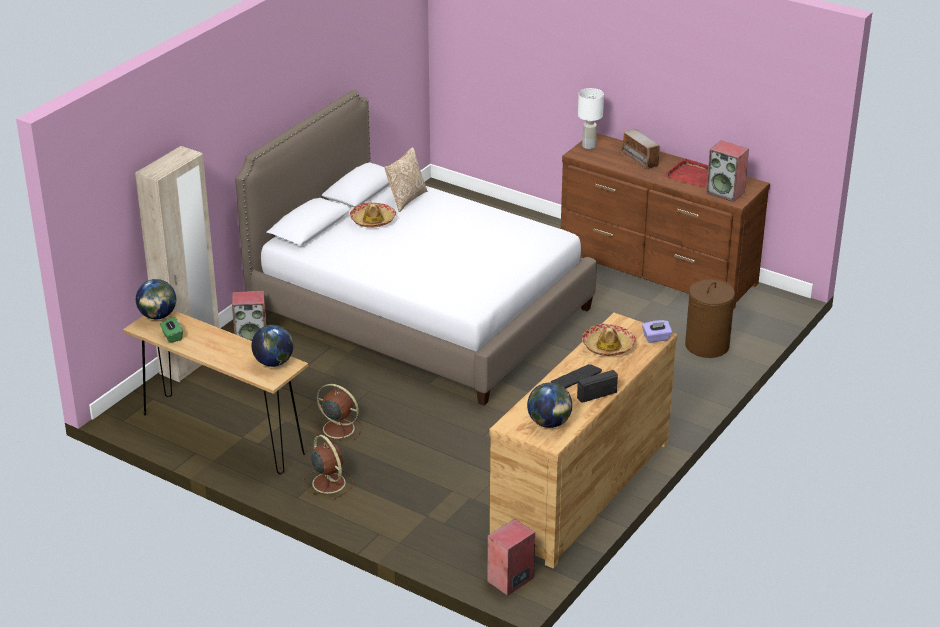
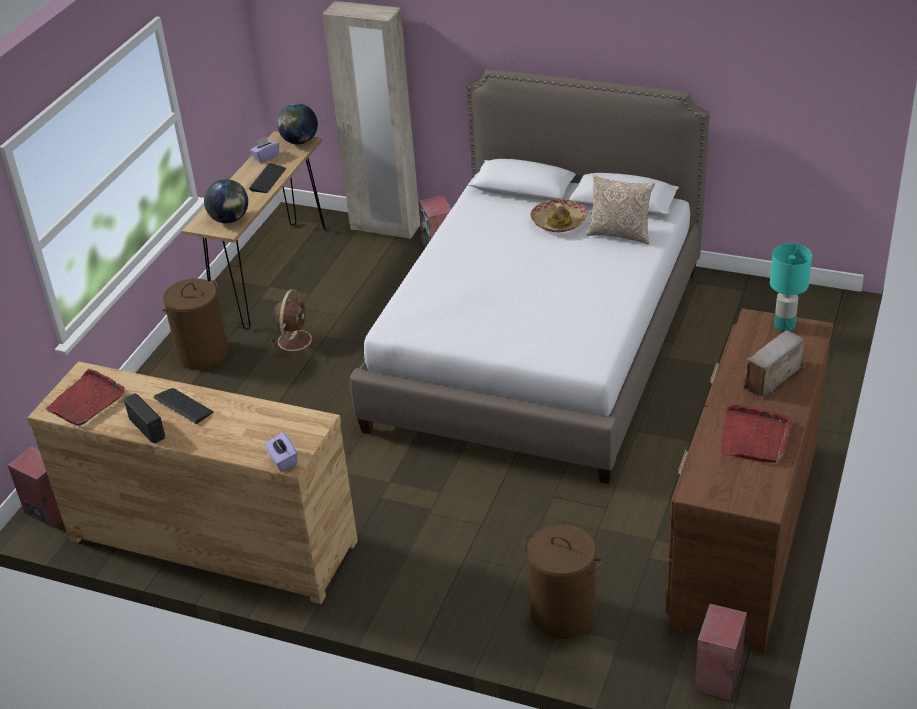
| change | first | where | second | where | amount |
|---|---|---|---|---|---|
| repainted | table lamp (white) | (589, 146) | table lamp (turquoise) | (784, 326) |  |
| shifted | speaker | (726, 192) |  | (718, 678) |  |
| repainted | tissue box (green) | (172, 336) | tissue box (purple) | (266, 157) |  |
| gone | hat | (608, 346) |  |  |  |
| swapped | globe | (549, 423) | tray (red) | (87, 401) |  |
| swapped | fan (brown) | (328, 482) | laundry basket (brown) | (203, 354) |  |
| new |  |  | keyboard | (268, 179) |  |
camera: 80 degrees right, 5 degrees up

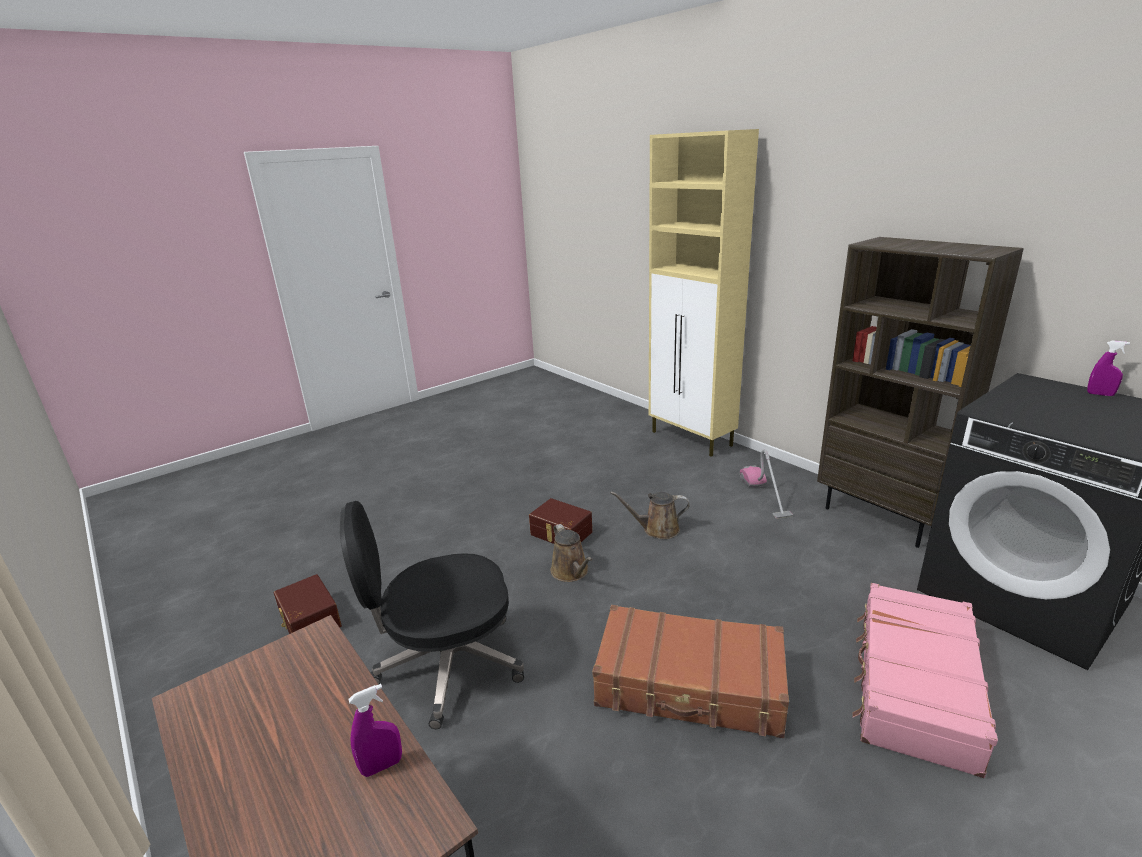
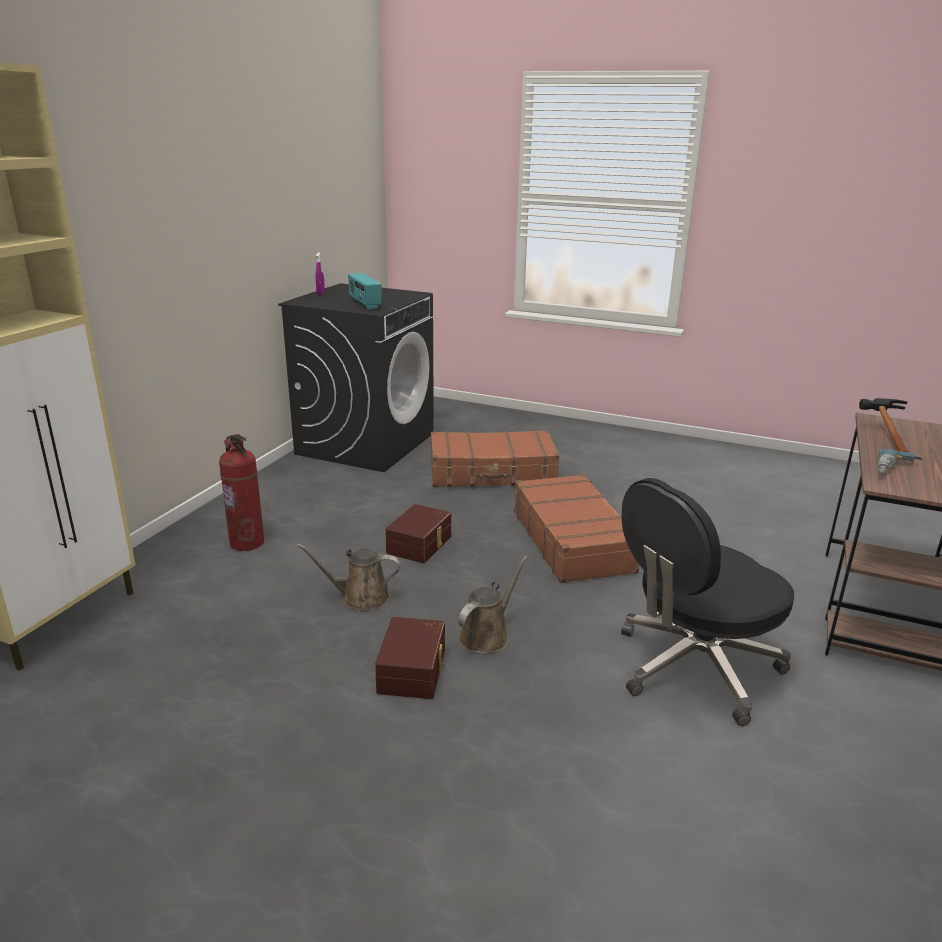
| change | first | where | second | where | amount |
|---|---|---|---|---|---|
| gone | bookcase (brown) | (882, 518) |  |  |  |
| swapped | vacuum cleaner | (764, 495) | fire extinguisher | (247, 543) |  |
| rotated | watering can (brown) | (657, 529) |  | (360, 598) | 120 degrees clockwise |
| rotated | office chair (black) | (447, 665) |  | (694, 668) | 105 degrees clockwise |
| shifted | storage box (brown) | (308, 620) |  | (421, 545) |  |
| repainted | suitcase (pink) | (913, 686) | suitcase (brown) | (492, 473) |  |
| swapped | spray bottle (purple) | (382, 766) | hammer | (882, 435) |  |
| new |  |  | radio | (364, 304) |  |
| new |  |  | power drill | (896, 471) |  |
camera: 120 degrees left, 0 degrees up

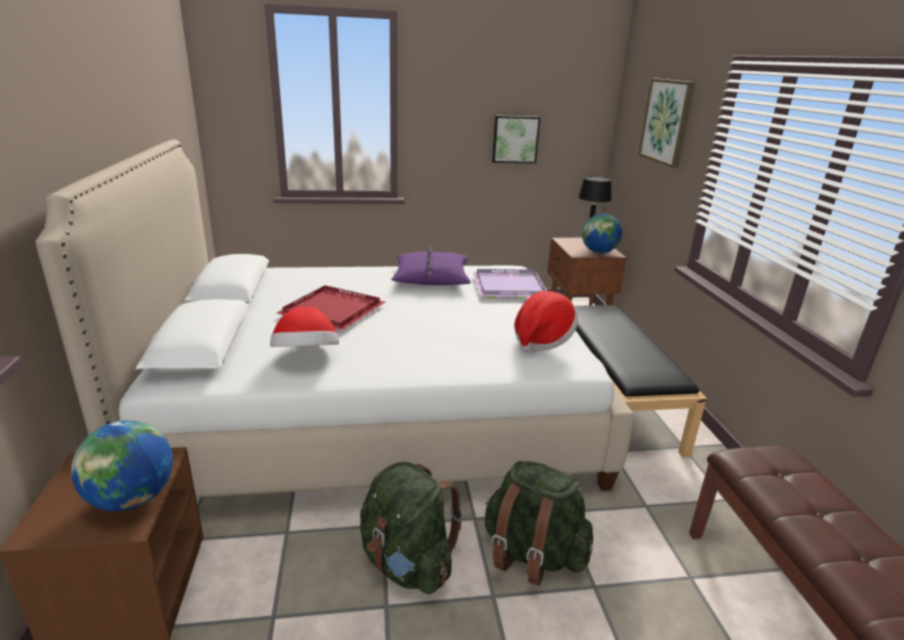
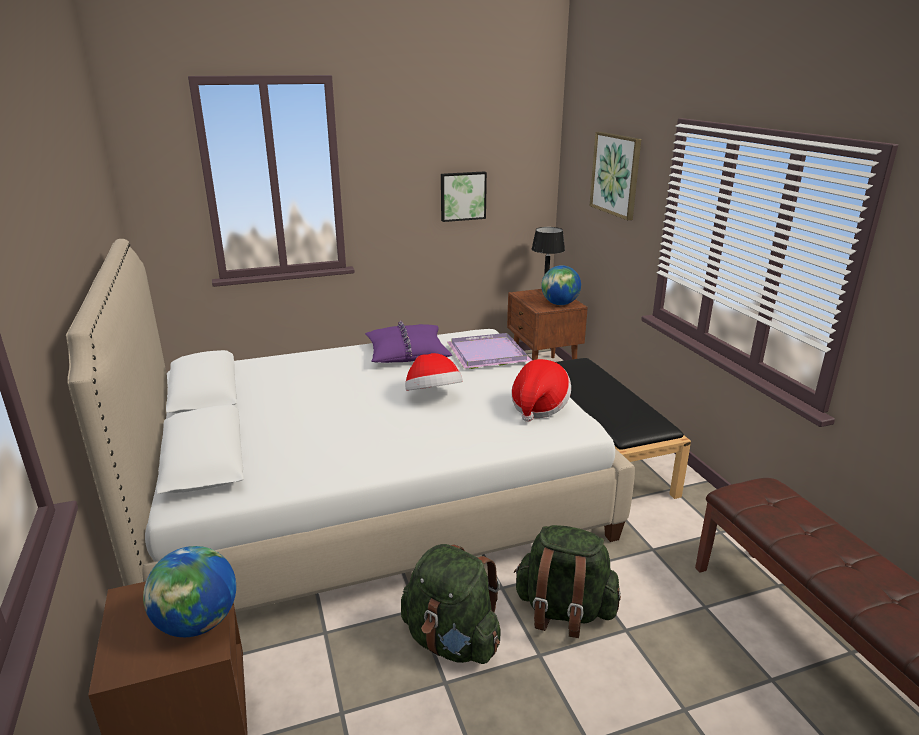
| change | first | where | second | where | amount |
|---|---|---|---|---|---|
| gone | tray (red) | (334, 310) |  |  |  |
| shifted | hat | (306, 357) |  | (433, 396) |  |
camera: 10 degrees left, 0 degrees up

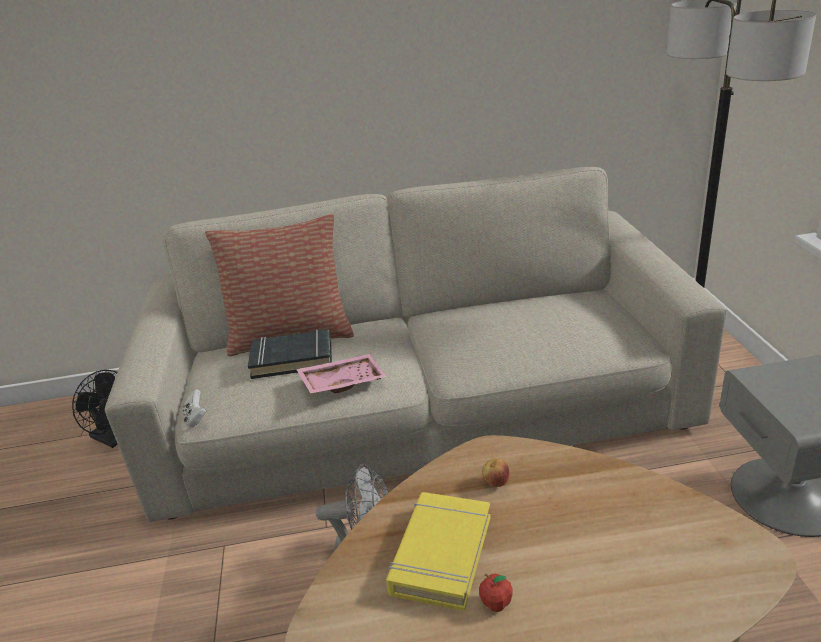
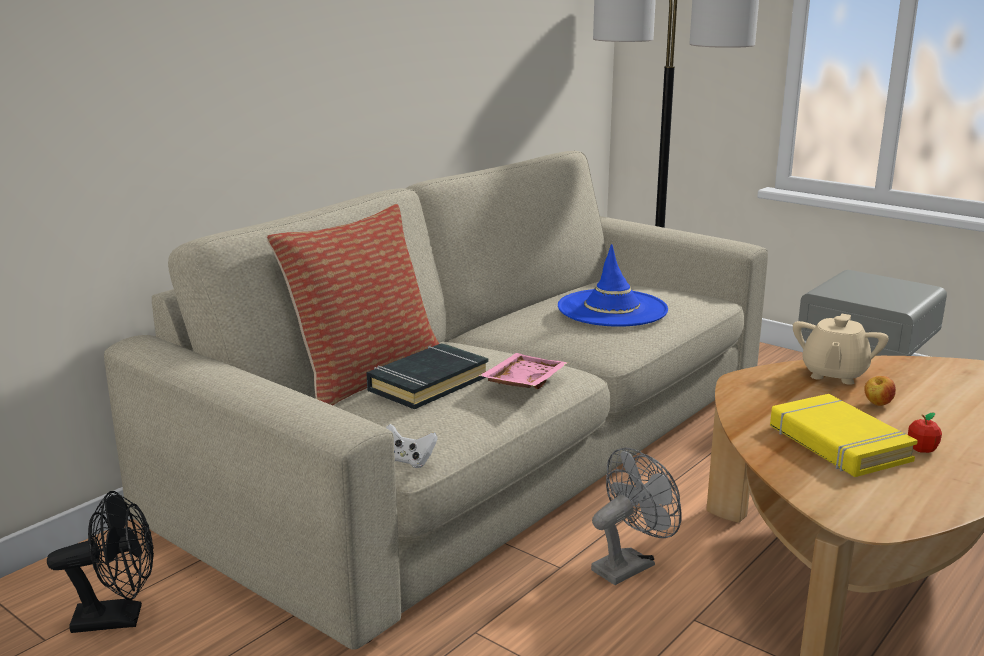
| change | first | where | second | where | amount |
|---|---|---|---|---|---|
| shifted | apple | (496, 483) |  | (877, 404) |  |
| new |  |  | hat (blue) | (612, 309) |  |
| new |  |  | teapot (beige) | (833, 374) |  |
camera: 45 degrees left, 10 degrees down

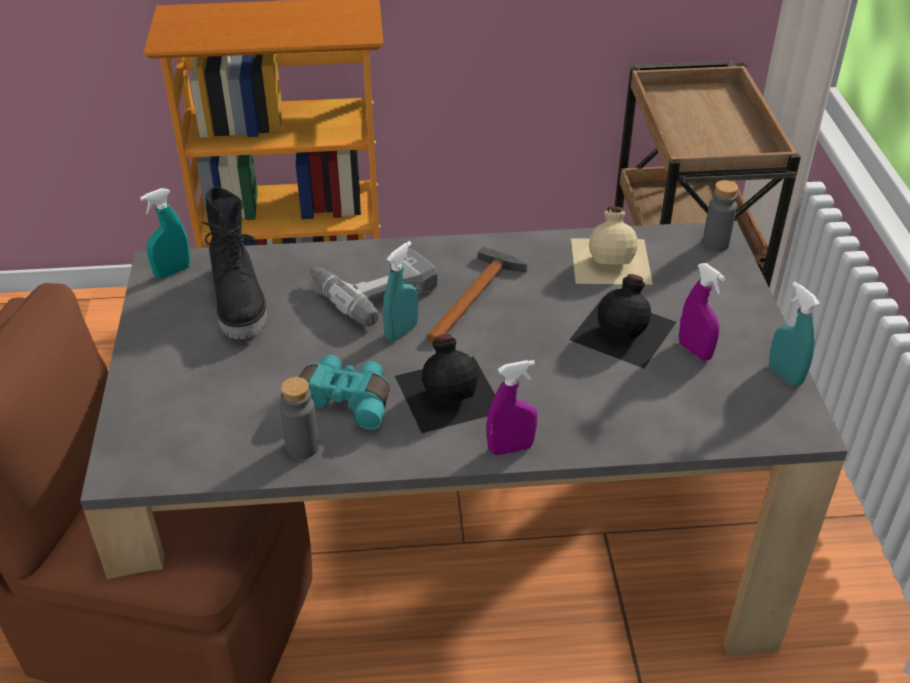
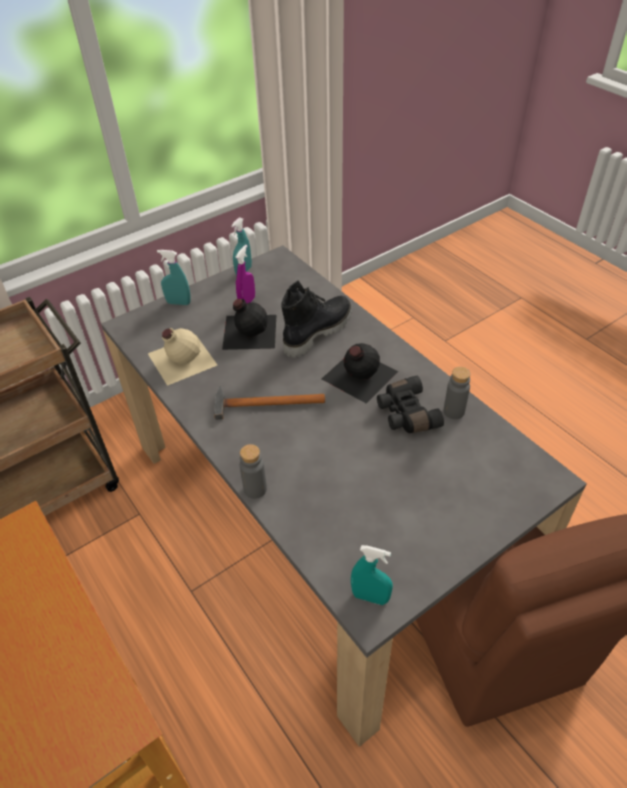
| change | first | where | second | where | amount |
|---|---|---|---|---|---|
| shifted | bottle (grey) | (715, 244) |  | (255, 489) |  |
| shifted | boot (black) | (240, 302) |  | (316, 332) |  |
| shifted | spray bottle (turquoise) | (401, 332) |  | (178, 303) |  |
| gone | power drill | (372, 289) |  |  |  |
| repainted | binoculars (turquoise) | (343, 401) | binoculars (black) | (405, 414) |  |
| gone | spray bottle (purple) | (510, 448) |  |  |  |
camera: 120 degrees left, 5 degrees up

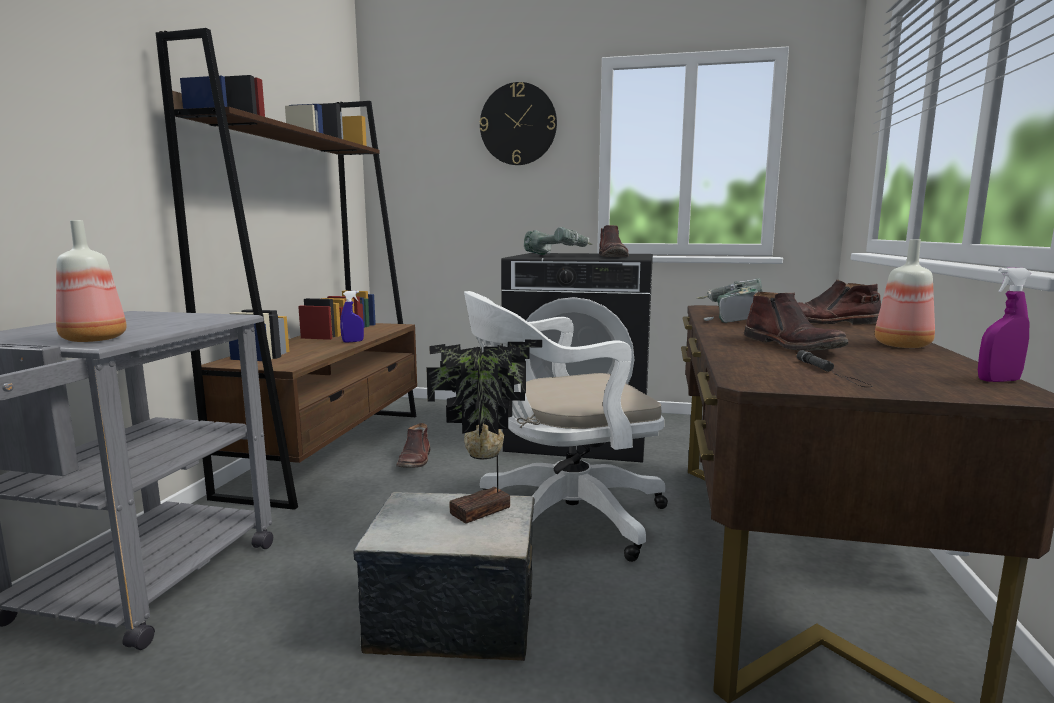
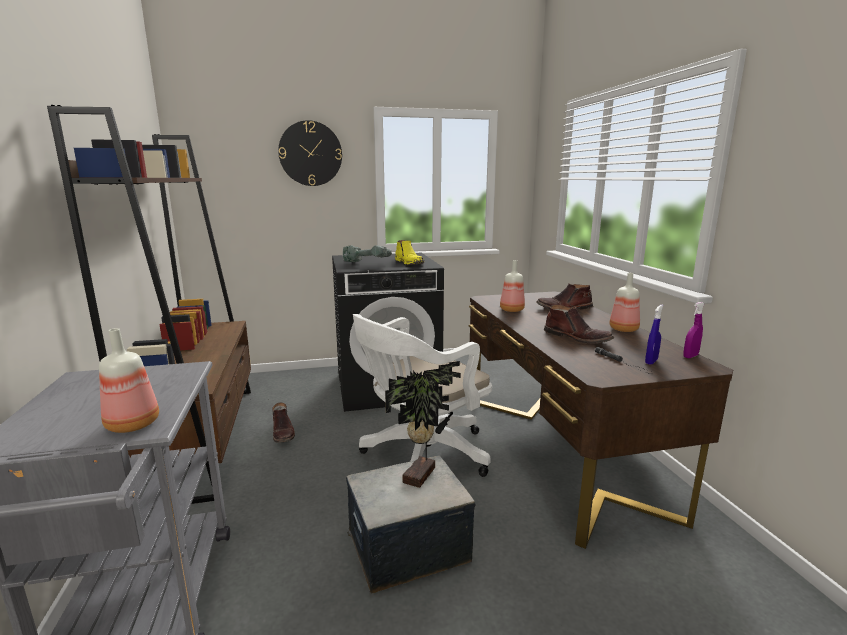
| change | first | where | second | where | amount |
|---|---|---|---|---|---|
| repainted | boot (brown) | (613, 256) | boot (yellow) | (410, 263) |  |
| swapped | power drill | (730, 318) | bottle | (511, 310) |  |
| shifted | spray bottle (blue) | (353, 341) |  | (651, 361) |  |
camera: 25 degrees left, 5 degrees up

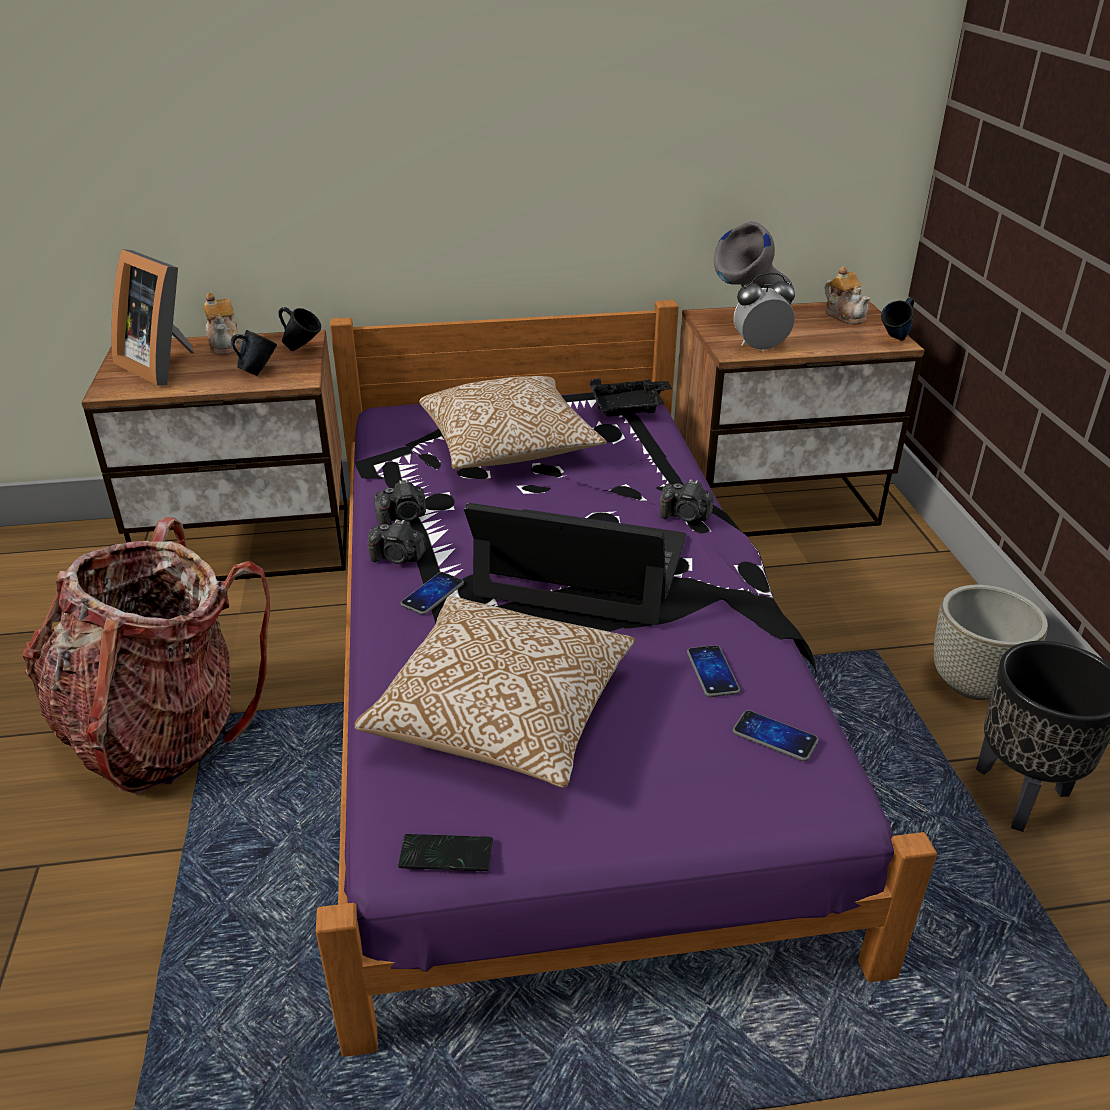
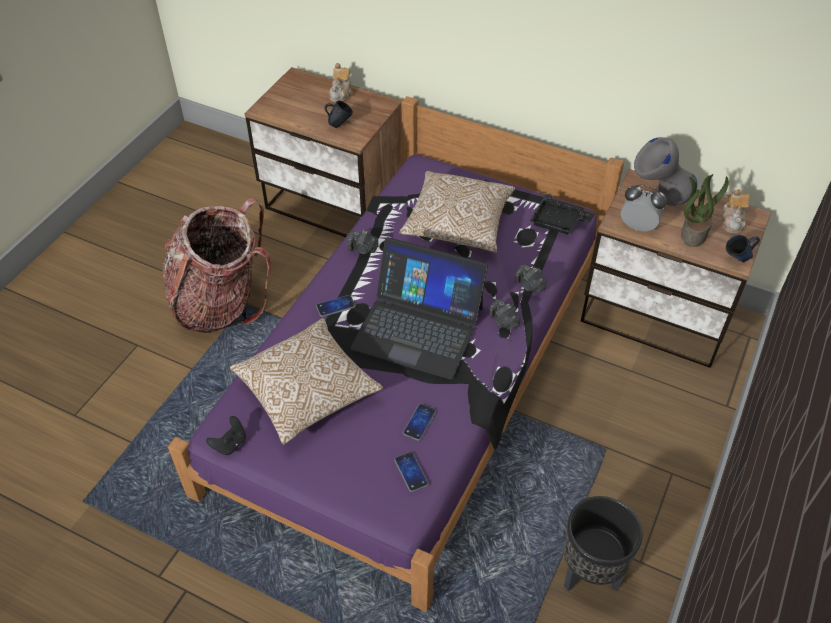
| change | first | where | second | where | amount |
|---|---|---|---|---|---|
| gone | picture frame | (164, 365) |  |  |  |
| gone | mug (blue) | (302, 349) |  |  |  |
| rotated | laptop | (582, 566) |  | (418, 327) | 150 degrees clockwise |
| shifted | photo camera | (398, 558) |  | (529, 285) |  |
| gone | planter (grey) | (972, 683) |  |  |  |
| swapped | phone | (446, 854) | game controller (black) | (230, 444) |  |
| new |  |  | potted plant | (693, 233) |  |
camera: 35 degrees right, 15 degrees up

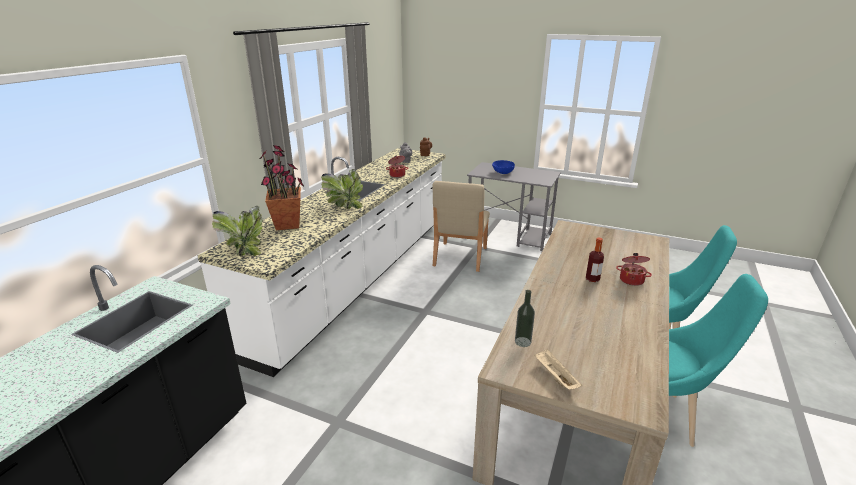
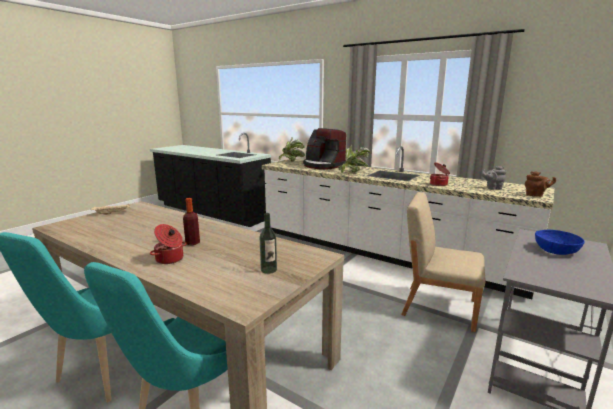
| change | first | where | second | where | amount |
|---|---|---|---|---|---|
| swapped | potted plant | (288, 225) | coffee machine | (323, 165) |  |
| shifted | bottle | (523, 342) |  | (268, 270) |  |
camera: 100 degrees right, 10 degrees down

